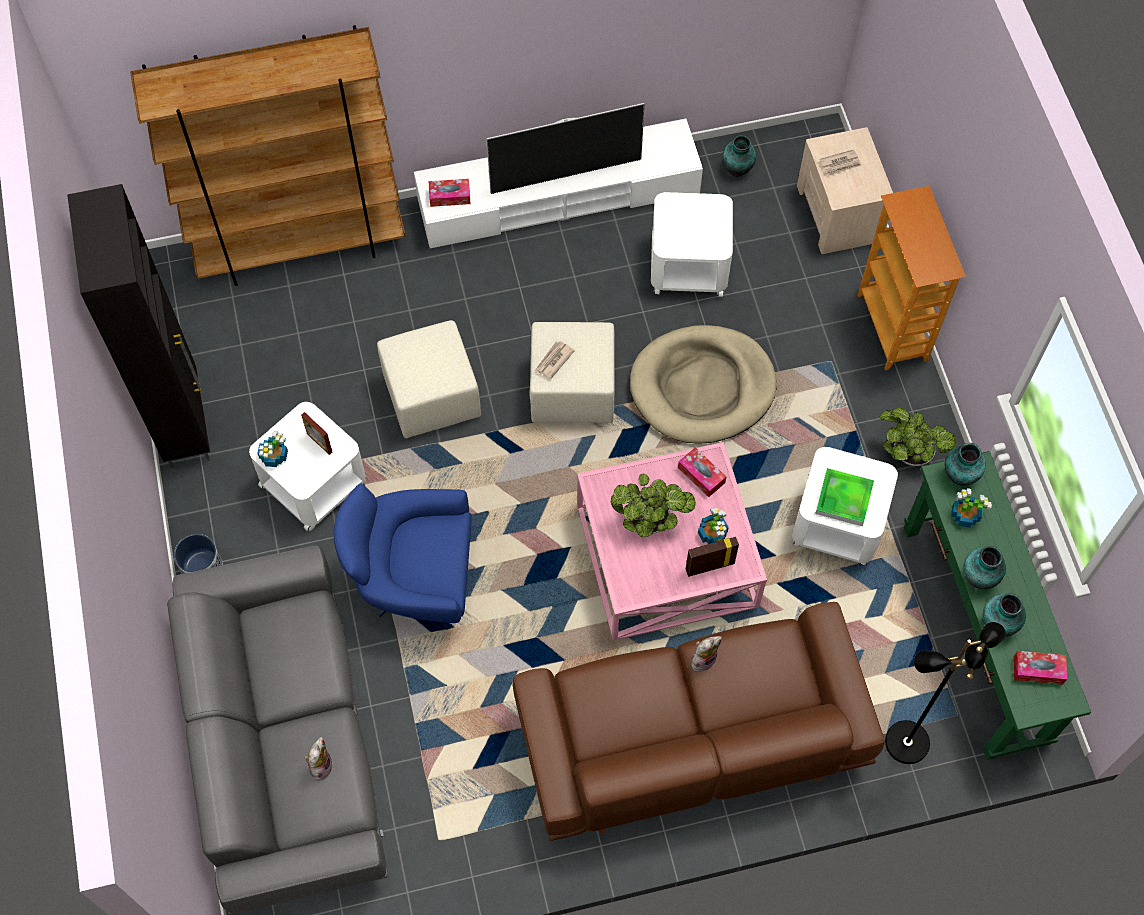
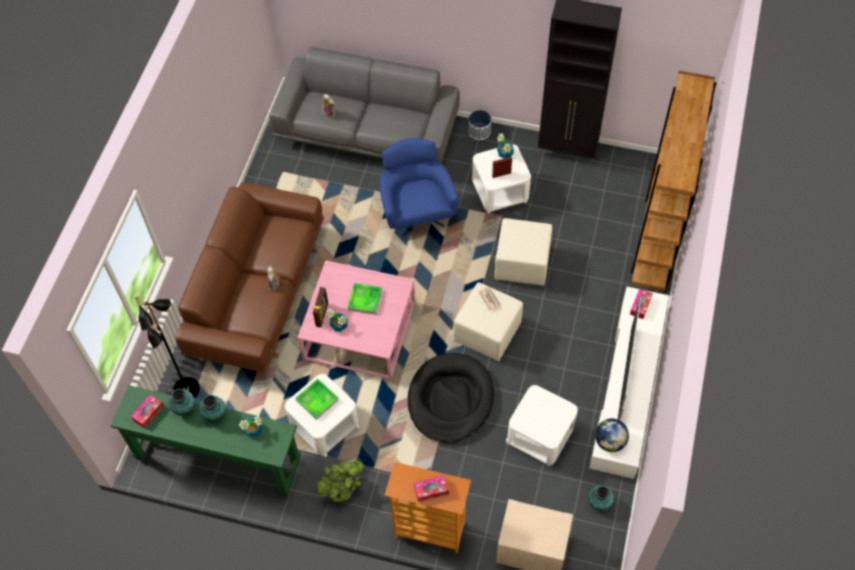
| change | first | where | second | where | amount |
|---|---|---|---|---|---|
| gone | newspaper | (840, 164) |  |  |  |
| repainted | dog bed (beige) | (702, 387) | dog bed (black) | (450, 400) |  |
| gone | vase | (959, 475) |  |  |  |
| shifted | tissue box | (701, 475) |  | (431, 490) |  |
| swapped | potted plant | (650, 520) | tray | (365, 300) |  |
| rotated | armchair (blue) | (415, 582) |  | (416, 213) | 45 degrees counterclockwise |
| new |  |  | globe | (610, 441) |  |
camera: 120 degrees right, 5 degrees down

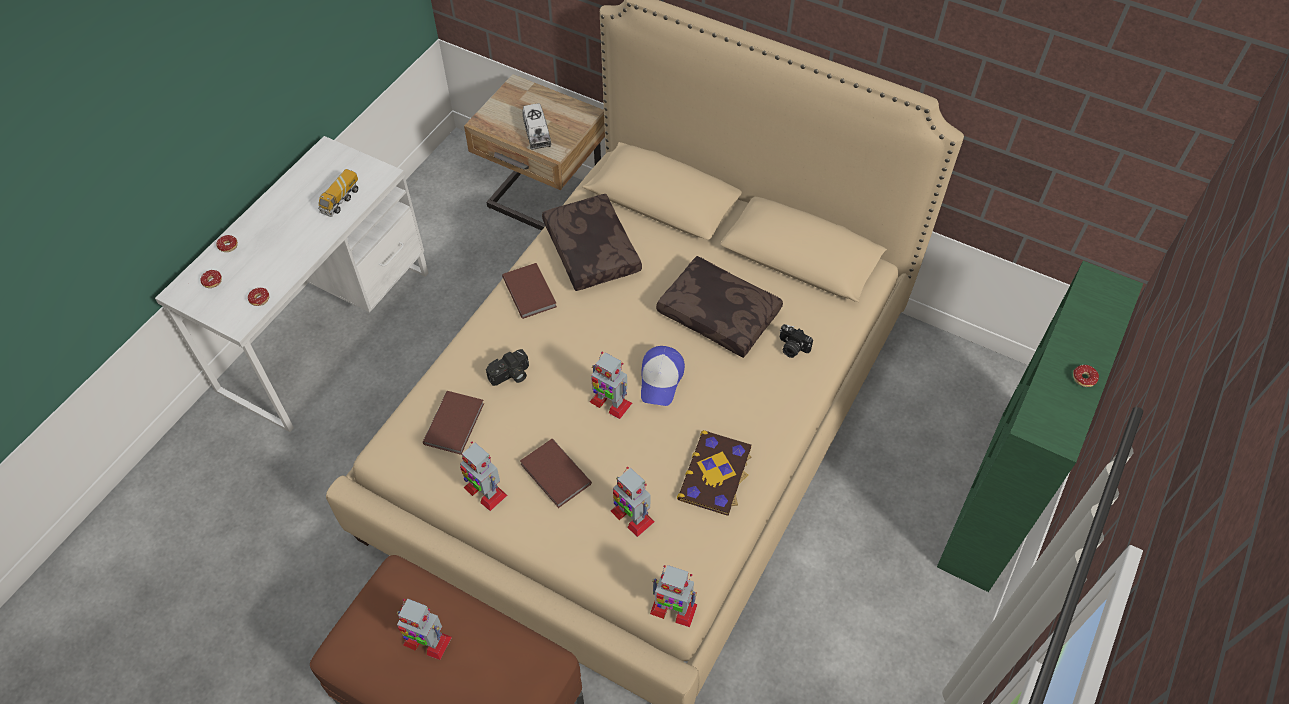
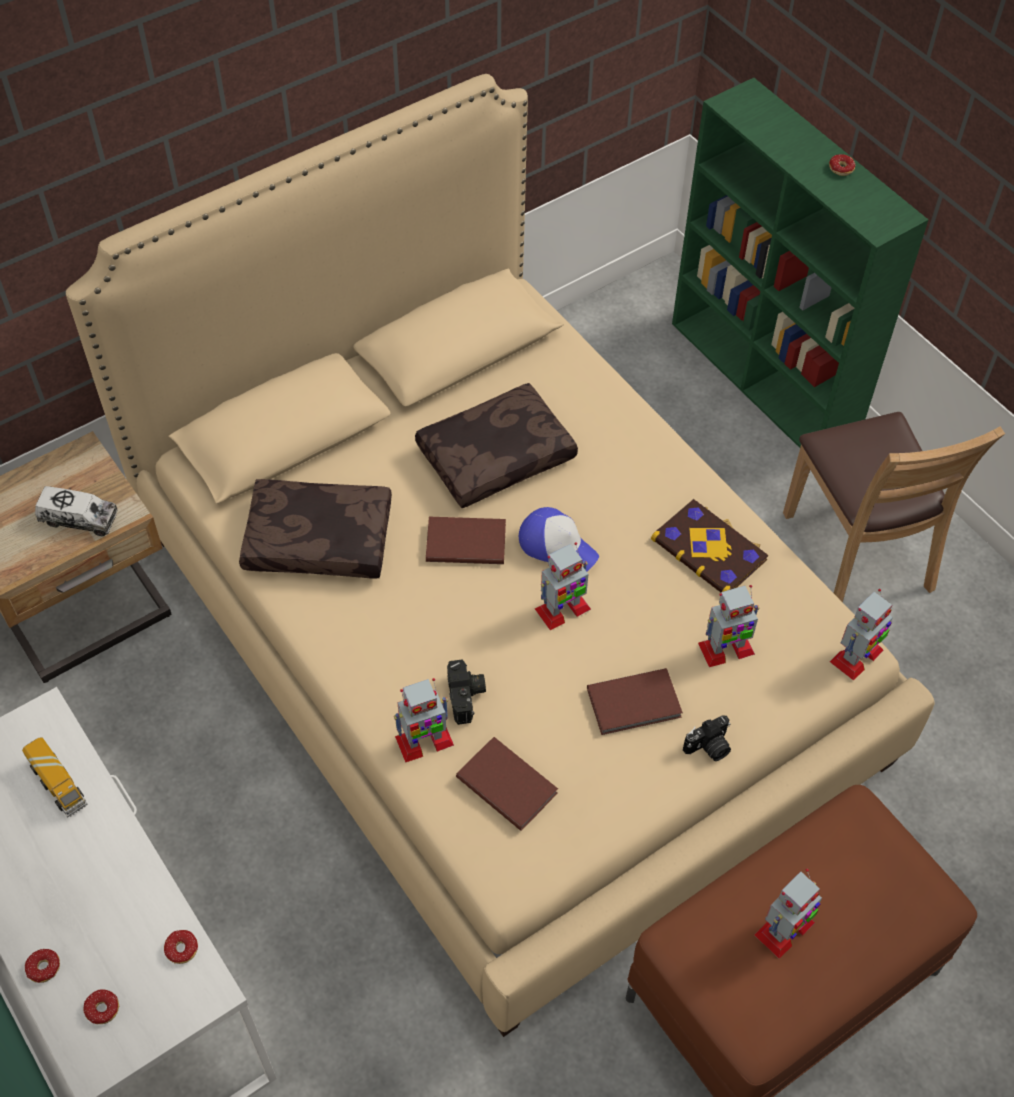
| change | first | where | second | where | amount |
|---|---|---|---|---|---|
| shifted | book (brown) | (530, 291) |  | (465, 541) |  |
| shifted | photo camera | (792, 348) |  | (709, 748) |  |
| shifted | toy robot | (484, 491) |  | (423, 741) |  |
| new |  |  | chair (brown) | (856, 554) |  |
camera: 65 degrees left, 0 degrees up

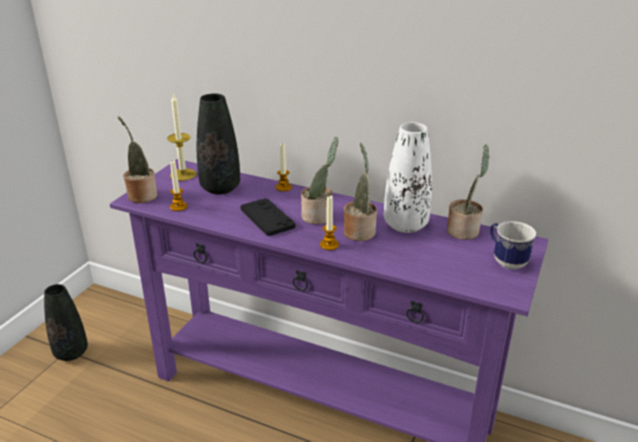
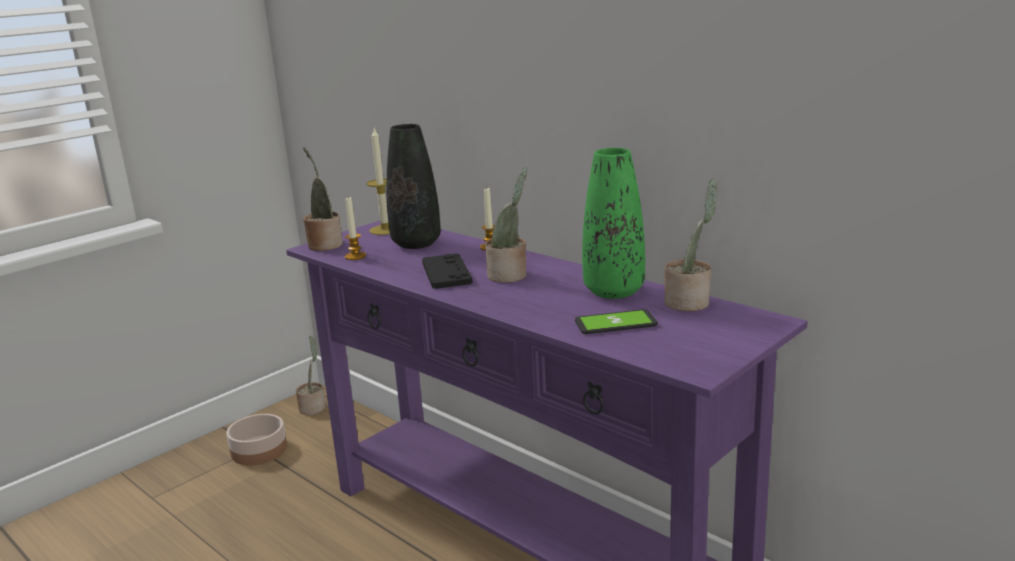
| change | first | where | second | where | amount |
|---|---|---|---|---|---|
| repainted | vase (white) | (405, 225) | vase (green) | (613, 291) |  |
| shifted | potted plant | (359, 231) |  | (313, 408) |  |
| gone | candle | (329, 245) |  |  |  |
| gone | mug | (505, 261) |  |  |  |
| swapped | vase (black) | (71, 353) | bowl | (260, 450) |  |
| new |  |  | phone | (615, 323) |  |
camera: 20 degrees right, 10 degrees down

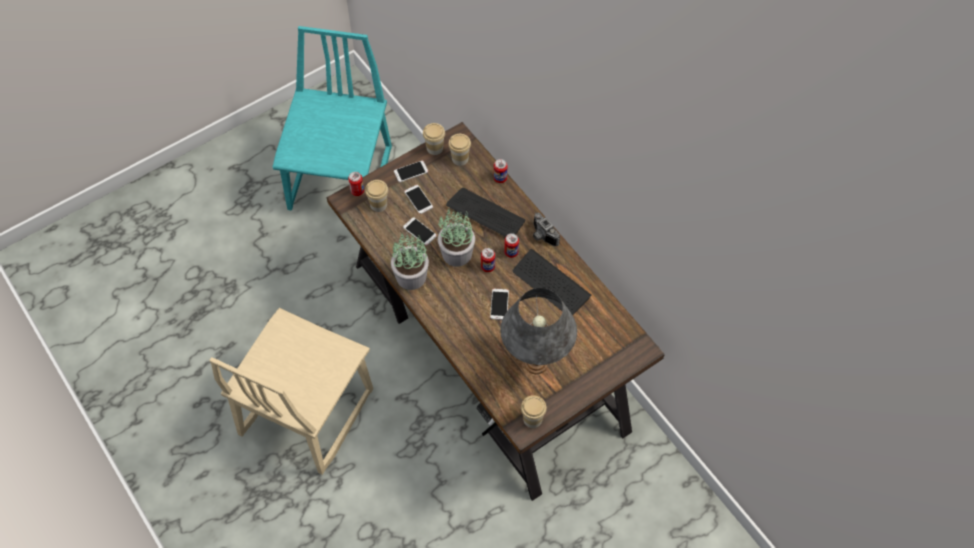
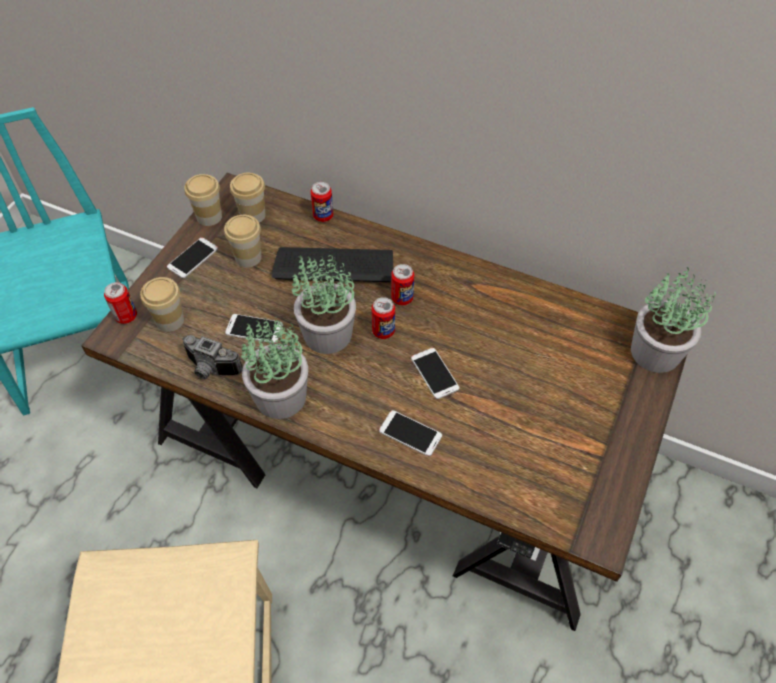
| change | first | where | second | where | amount |
|---|---|---|---|---|---|
| shifted | phone | (418, 199) |  | (410, 433) |  |
| shifted | photo camera | (542, 236) |  | (210, 370) |  |
| gone | keyboard | (551, 284) |  |  |  |
| gone | table lamp (grey) | (536, 364) |  |  |  |
| shifted | cup | (532, 419) |  | (248, 257) |  |
| new |  |  | potted plant | (656, 352) |  |
camera: 30 degrees left, 5 degrees down

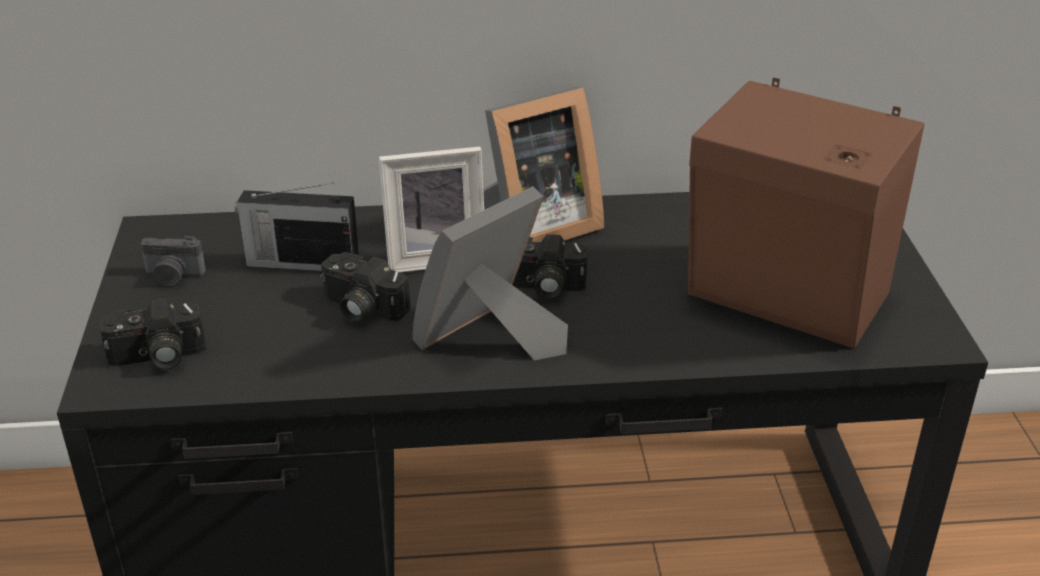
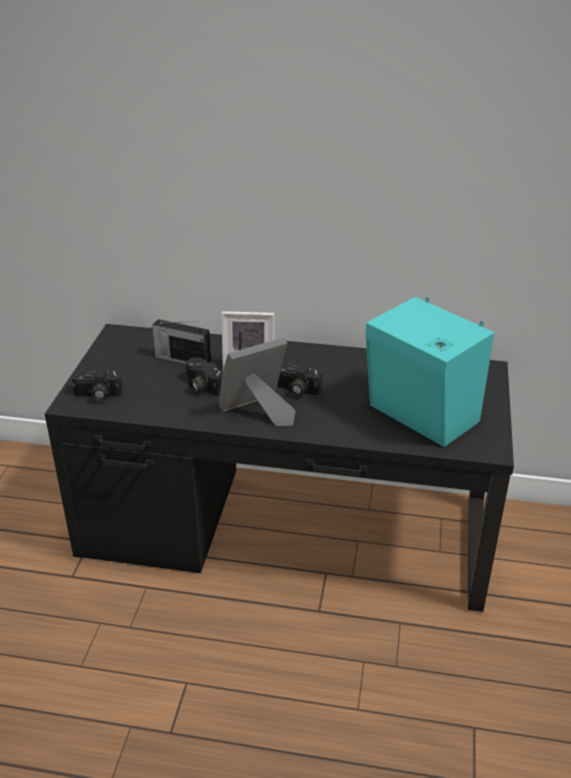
| change | first | where | second | where | amount |
|---|---|---|---|---|---|
| repainted | speaker (brown) | (787, 300) | speaker (turquoise) | (422, 417) |  |
| gone | picture frame | (535, 226) |  |  |  |
| gone | photo camera | (173, 277) |  |  |  |
camera: 15 degrees right, 0 degrees up

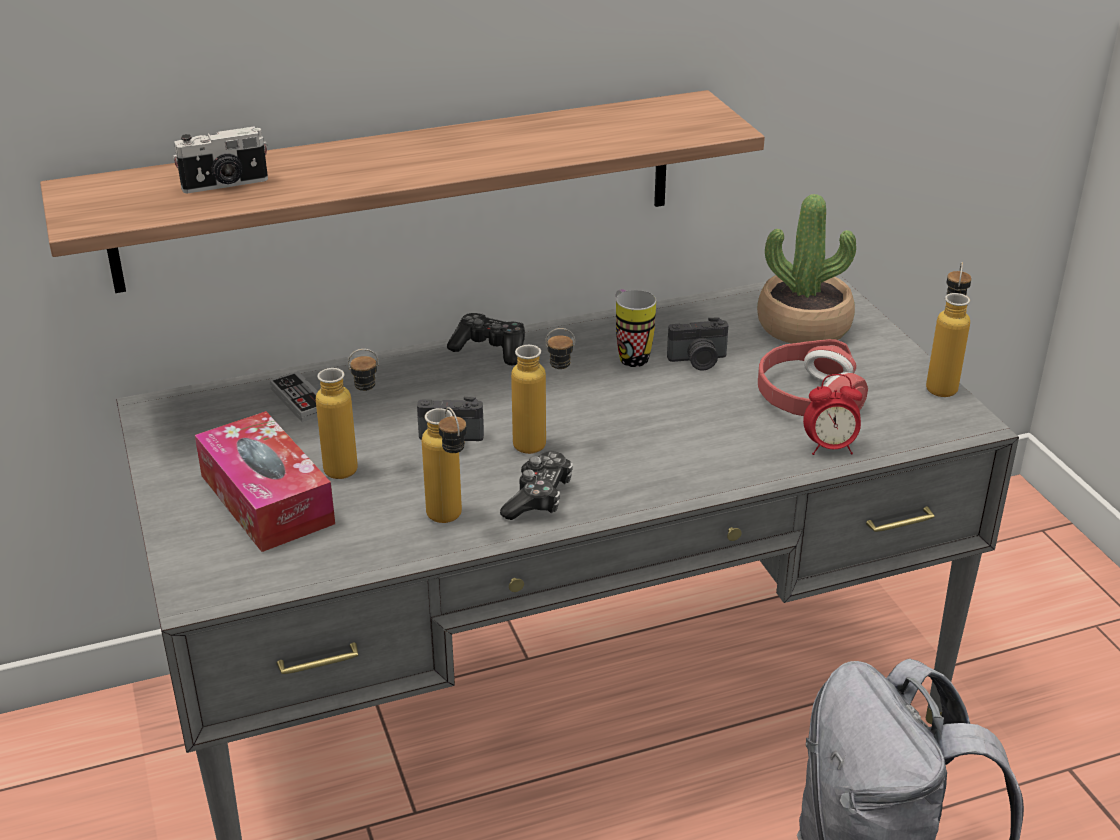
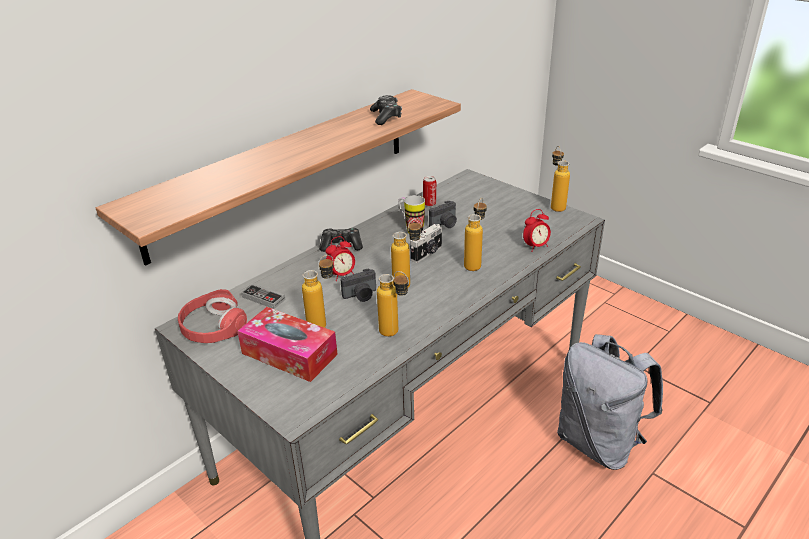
| change | first | where | second | where | amount |
|---|---|---|---|---|---|
| shifted | photo camera | (225, 184) |  | (427, 253) |  |
| gone | potted plant | (804, 326) |  |  |  |
| shifted | headphones (red) | (808, 395) |  | (213, 327) |  |
| shifted | game controller | (538, 497) |  | (386, 117) |  |
| new |  |  | can | (429, 203) |  |
| new |  |  | bottle | (475, 263) |  |
| new |  |  | alarm clock | (342, 275) |  |
camera: 25 degrees left, 0 degrees up

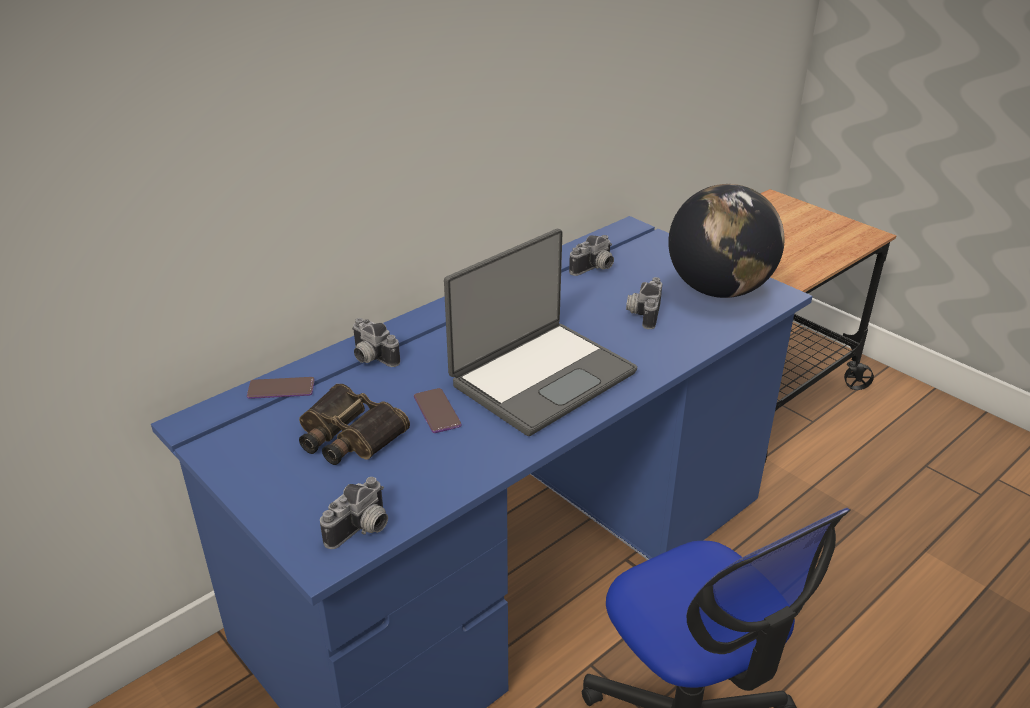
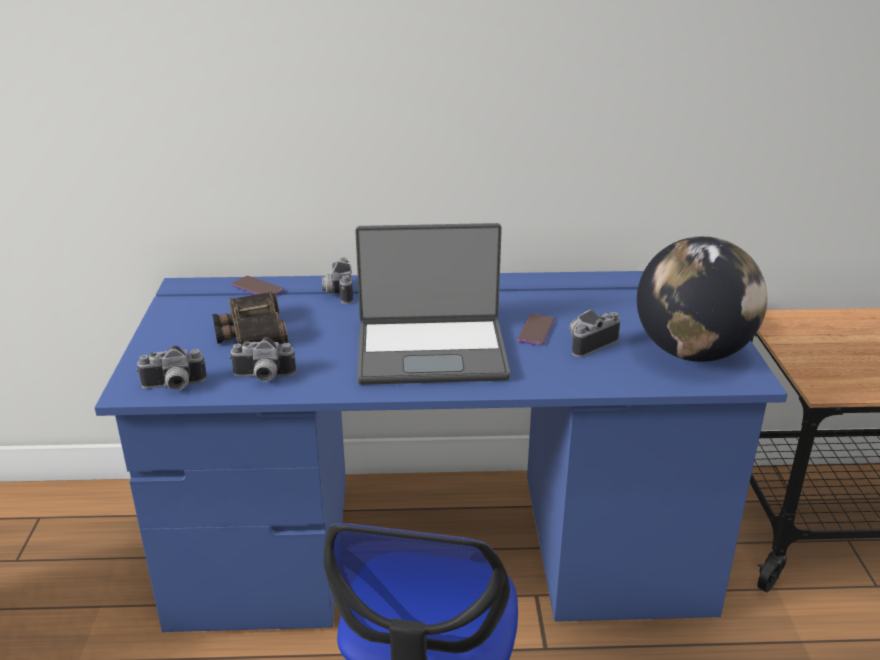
| change | first | where | second | where | amount |
|---|---|---|---|---|---|
| shifted | photo camera | (595, 269) |  | (263, 377) |  |
| shifted | phone | (437, 411) |  | (536, 330) |  |
camera: 40 degrees right, 5 degrees down

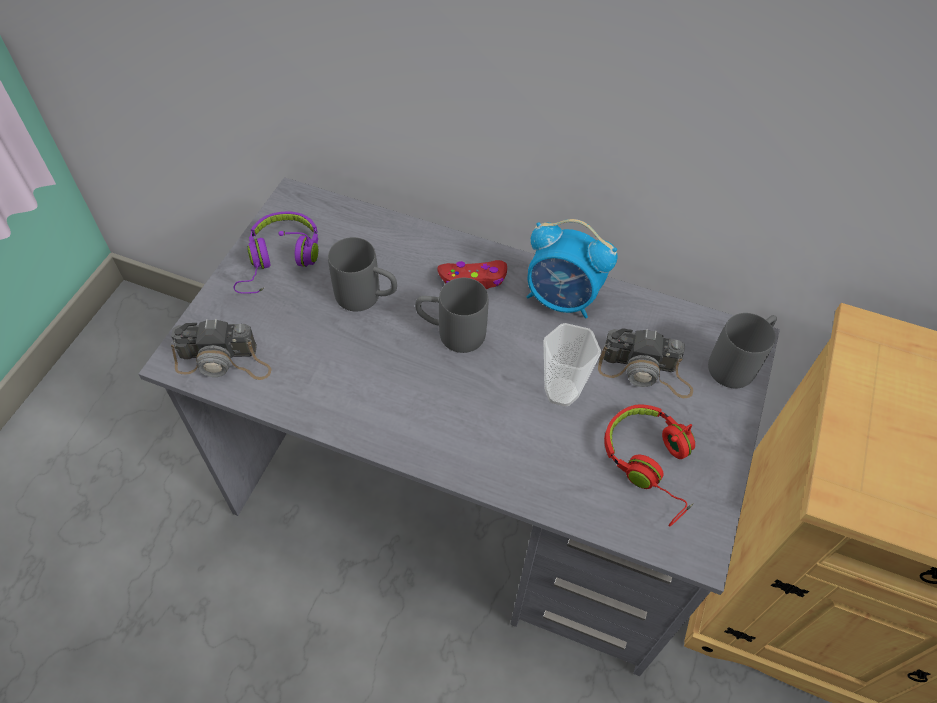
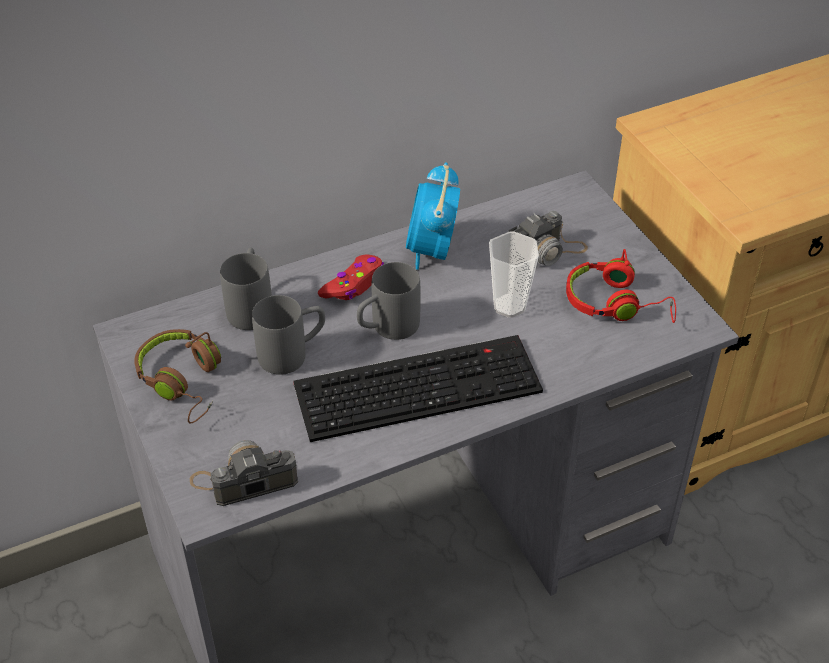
| change | first | where | second | where | amount |
|---|---|---|---|---|---|
| repainted | headphones (purple) | (280, 260) | headphones (brown) | (184, 382) |  |
| rotated | alarm clock | (562, 299) |  | (432, 251) | 120 degrees clockwise |
| shifted | mug (grey) | (738, 362) |  | (251, 306) |  |
| rotated | photo camera | (224, 361) |  | (244, 479) | 150 degrees counterclockwise |
| new |  |  | keyboard | (419, 385) |  |
camera: 45 degrees left, 10 degrees down

